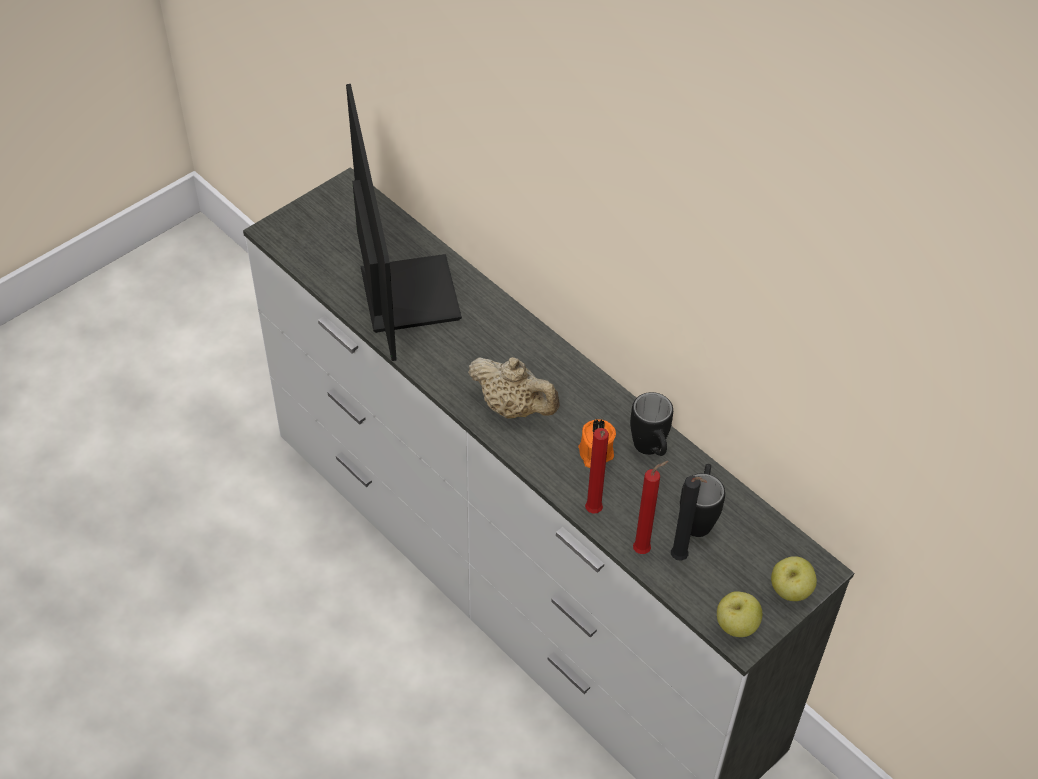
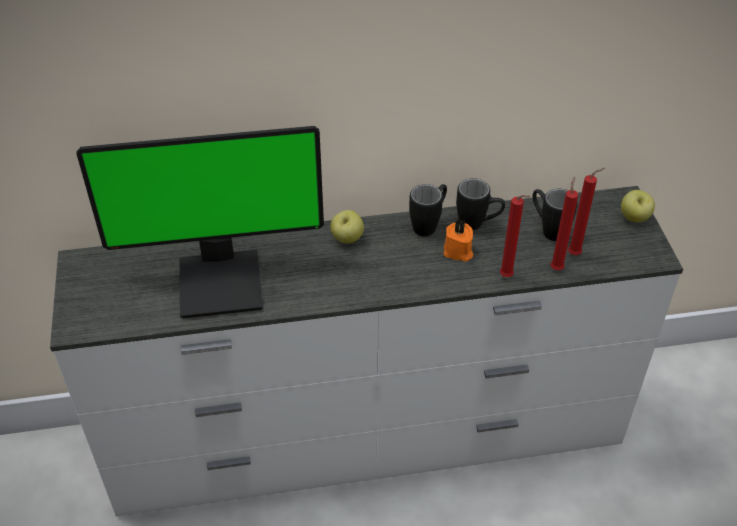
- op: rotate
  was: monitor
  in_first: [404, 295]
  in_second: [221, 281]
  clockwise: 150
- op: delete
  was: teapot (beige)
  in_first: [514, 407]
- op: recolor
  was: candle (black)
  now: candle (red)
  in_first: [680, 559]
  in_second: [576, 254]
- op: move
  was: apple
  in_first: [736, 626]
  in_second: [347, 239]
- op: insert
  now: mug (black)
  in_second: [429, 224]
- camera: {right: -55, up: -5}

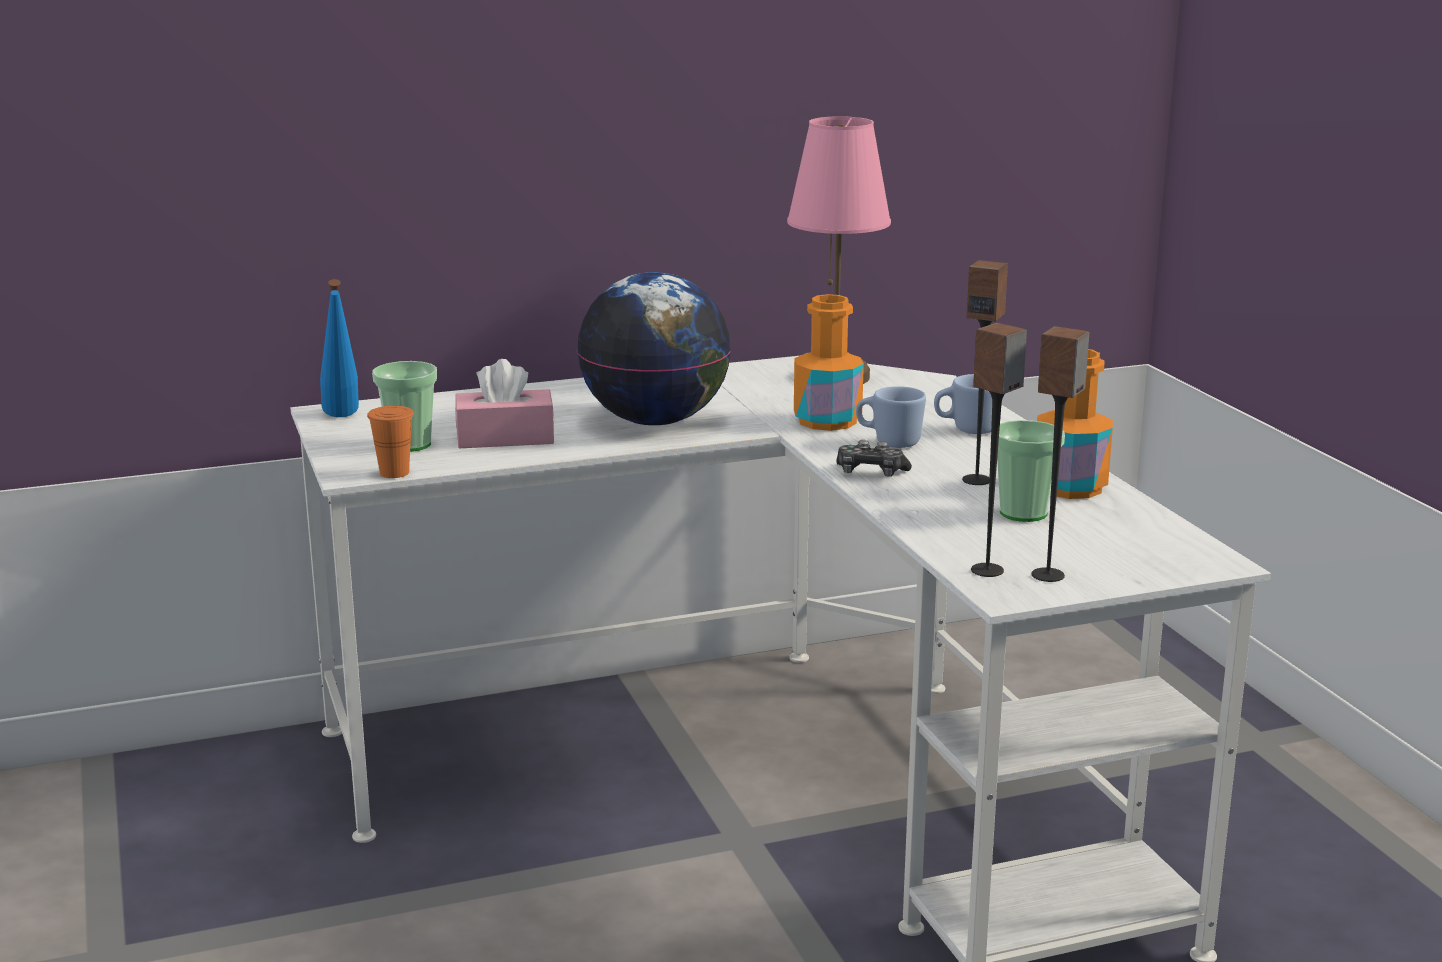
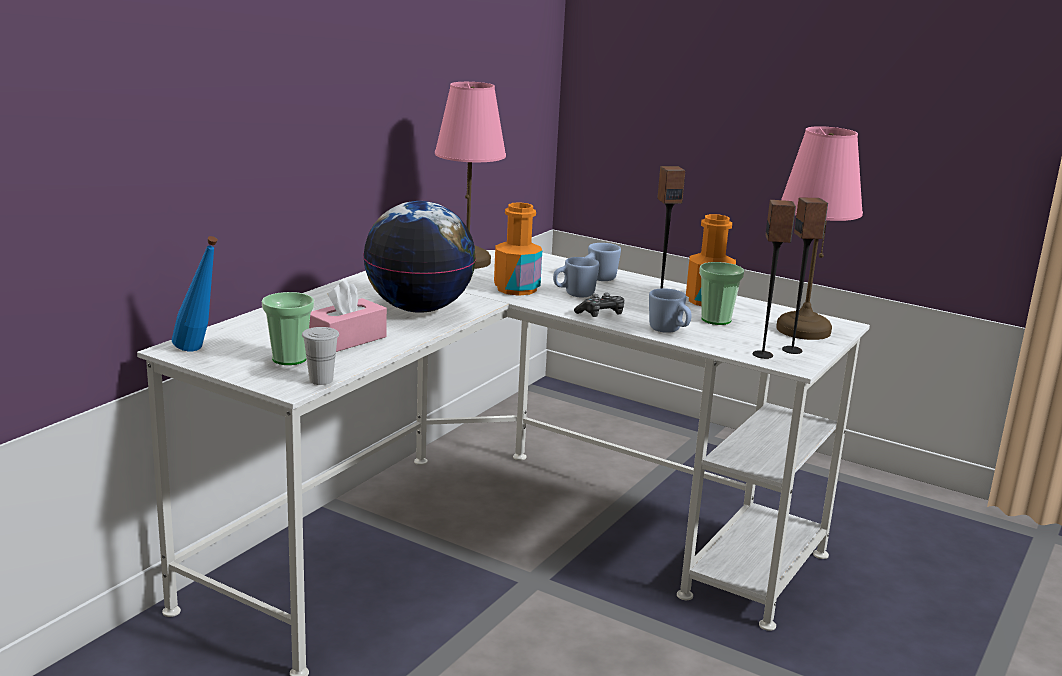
- op: recolor
  was: cup (orange)
  now: cup (white)
  in_first: [394, 473]
  in_second: [321, 380]
- op: insert
  now: table lamp (pink)
  in_second: [803, 330]
- op: insert
  now: mug (blue)
  in_second: [669, 331]
- camera: {right: -40, up: 0}

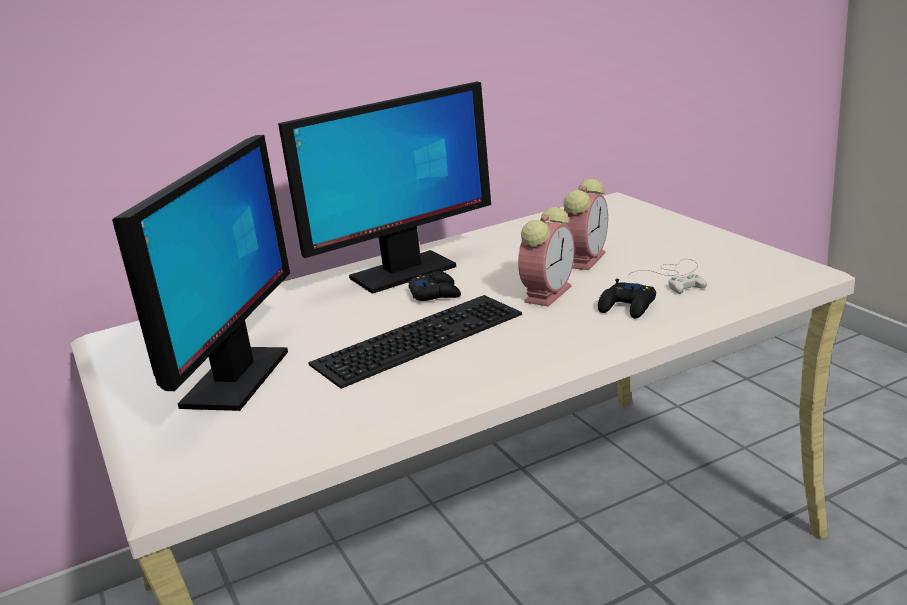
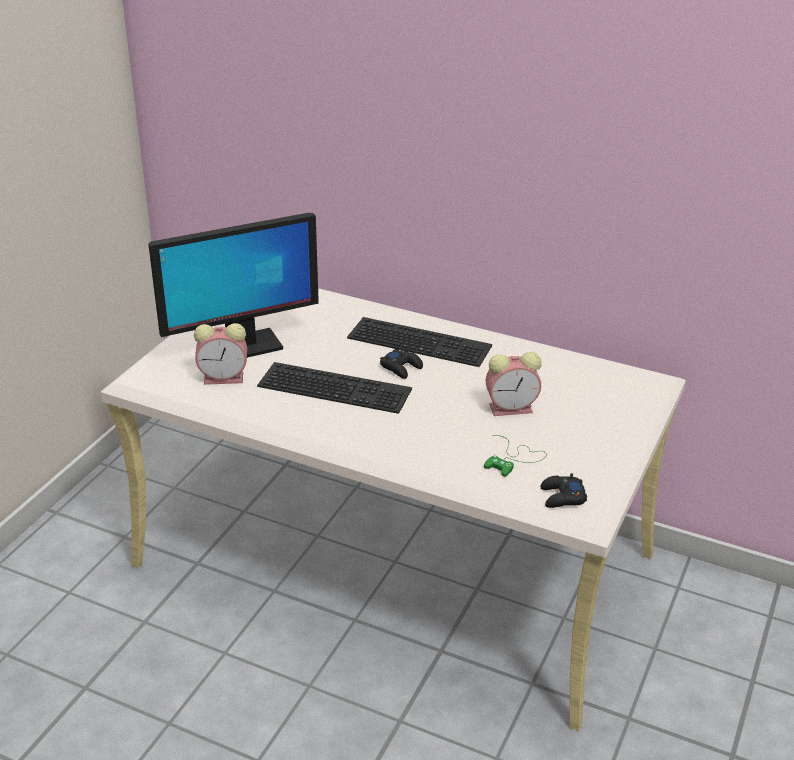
- op: replace
  was: monitor
  now: keyboard
  in_first: [402, 273]
  in_second: [421, 341]
- op: move
  was: alarm clock
  in_first: [548, 293]
  in_second: [225, 378]
- op: recolor
  was: game controller (white)
  now: game controller (green)
  in_first: [676, 277]
  in_second: [514, 459]
- op: move
  was: game controller (black)
  in_first: [628, 307]
  in_second: [562, 497]
- camera: {right: 50, up: 10}

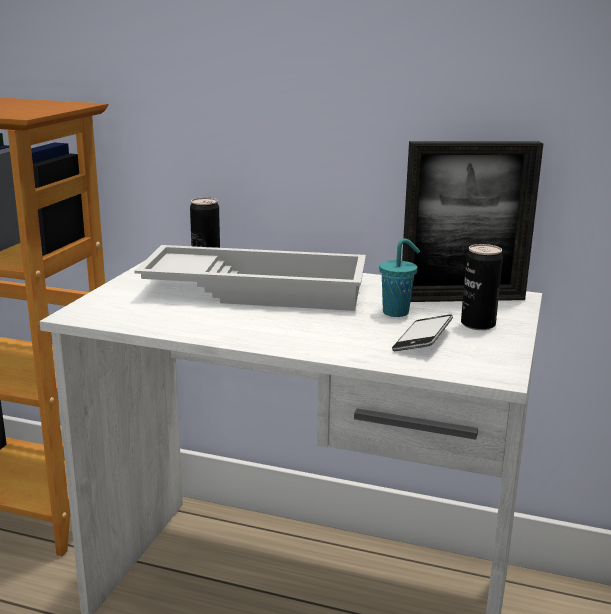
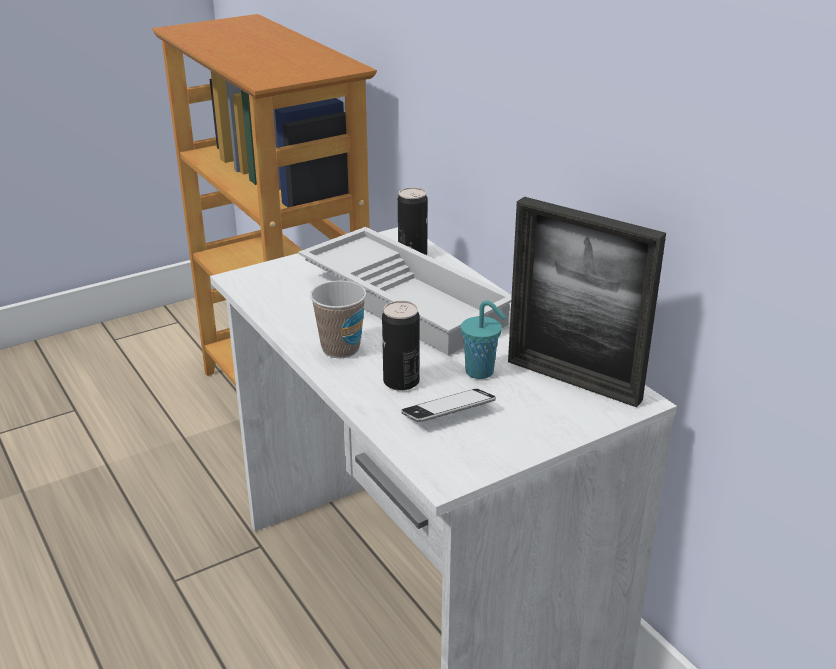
- op: move
  was: can
  in_first: [478, 324]
  in_second: [401, 382]
- op: insert
  now: cup
  in_second: [340, 349]
- camera: {right: 40, up: 10}

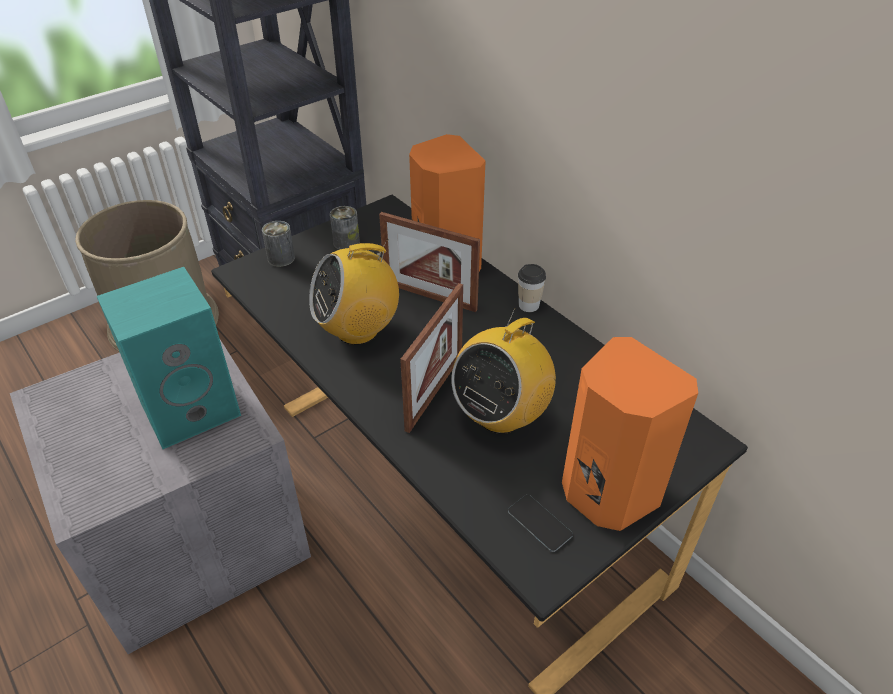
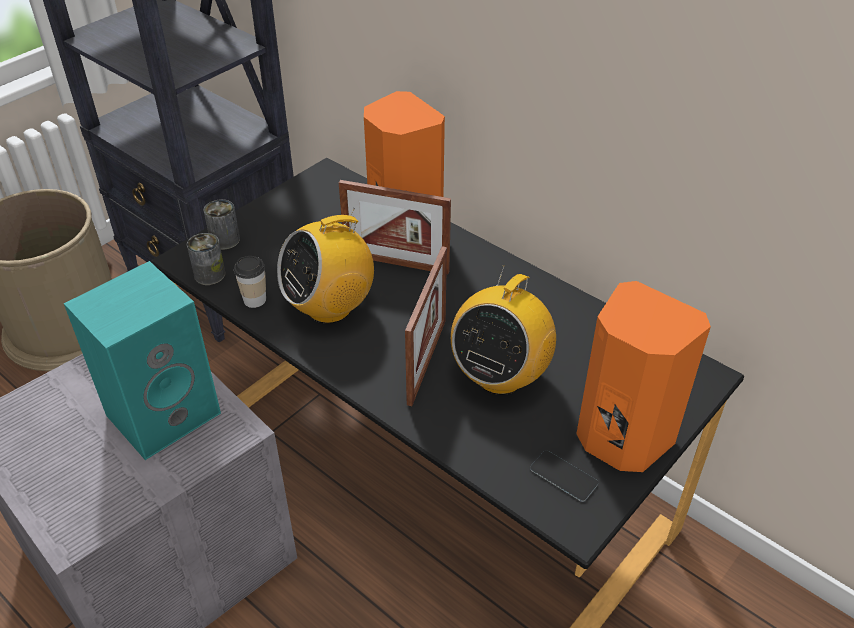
- op: move
  was: can
  in_first: [346, 243]
  in_second: [209, 275]
- op: move
  was: cup
  in_first: [529, 305]
  in_second: [255, 300]
- camera: {right: -10, up: 0}

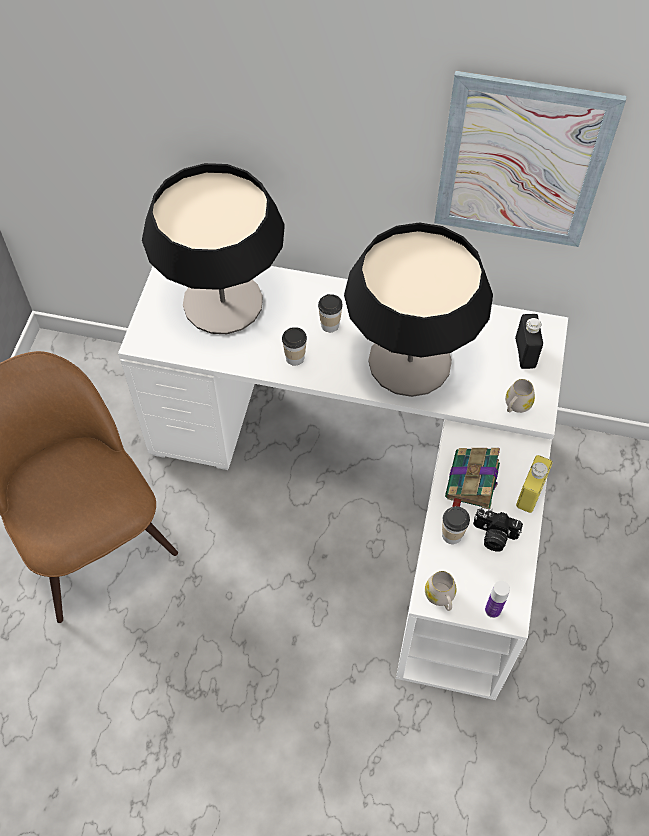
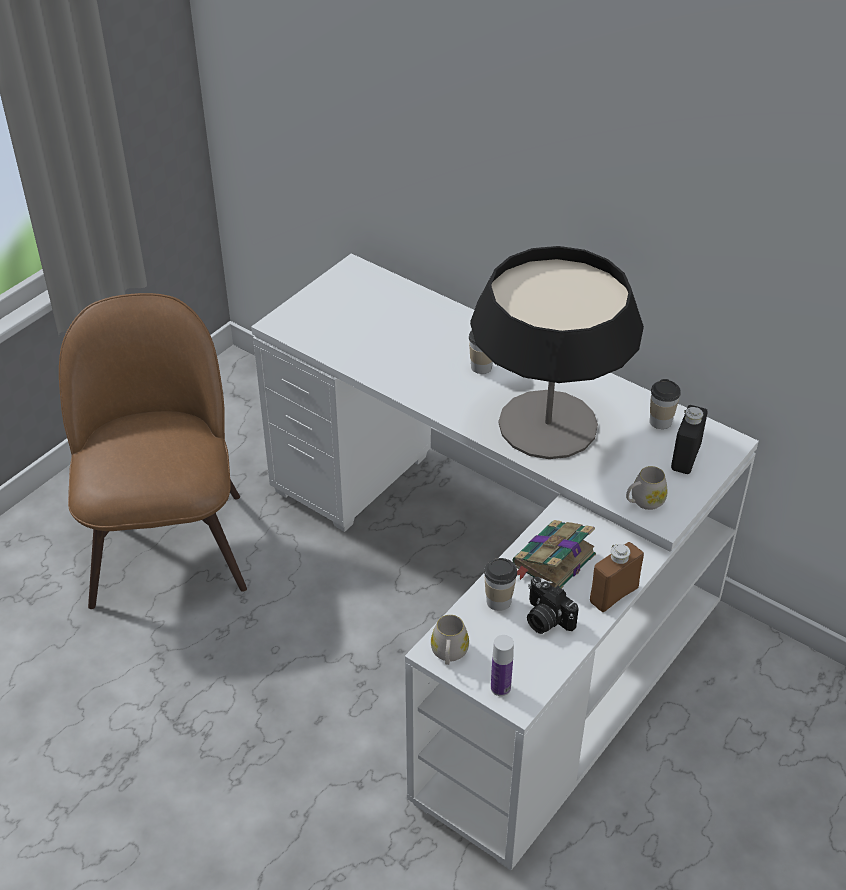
- op: delete
  was: picture
  in_first: [521, 163]
- op: delete
  was: table lamp
  in_first: [223, 302]
- op: move
  was: cup
  in_first: [295, 358]
  in_second: [660, 421]
- op: recolor
  was: bottle (yellow)
  now: bottle (brown)
  in_first: [530, 494]
  in_second: [613, 594]
- camera: {right: 25, up: -15}

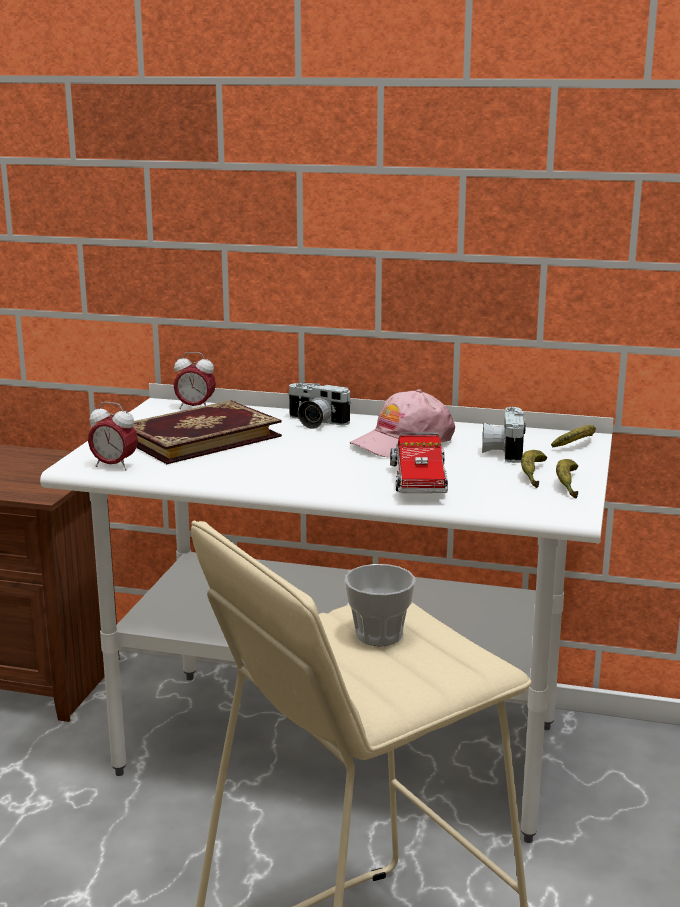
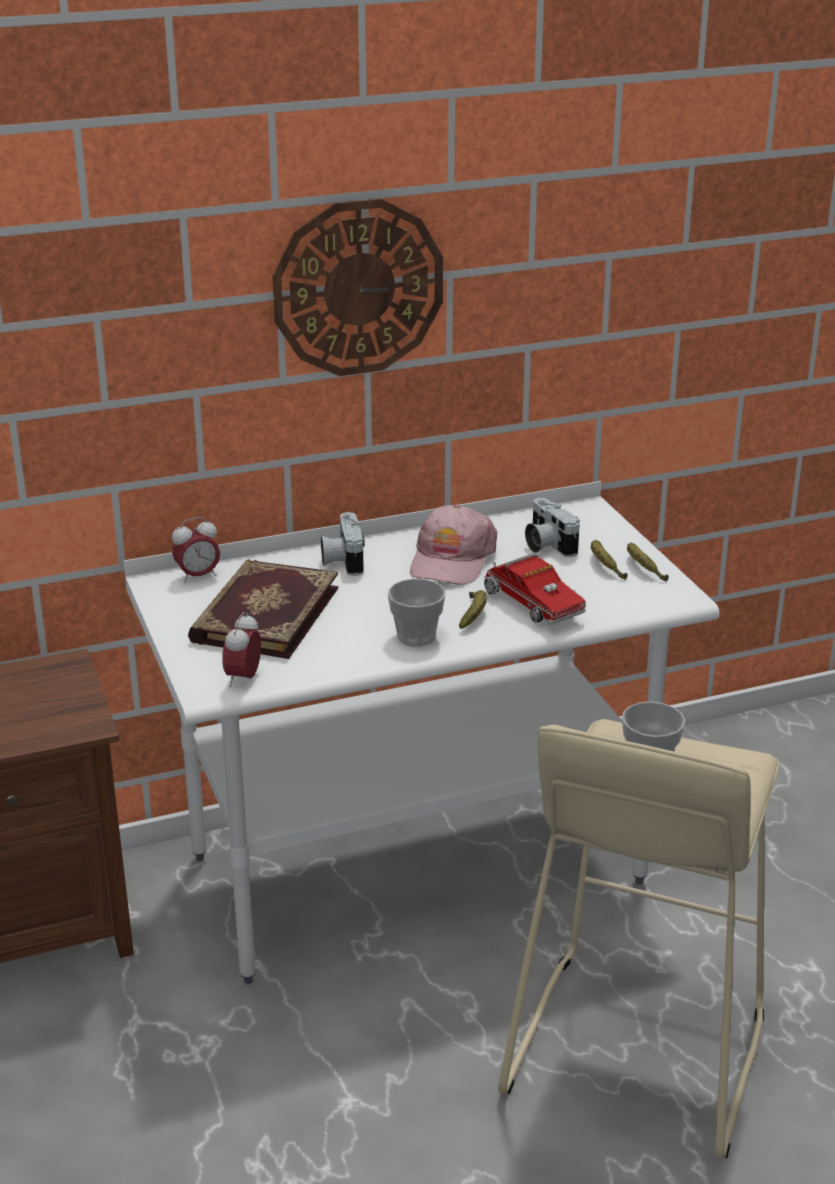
- op: rotate
  was: photo camera
  in_first: [315, 422]
  in_second: [342, 560]
  clockwise: 90
- op: rotate
  was: alarm clock
  in_first: [114, 466]
  in_second: [243, 678]
  clockwise: 120
- op: move
  was: banana
  in_first: [577, 445]
  in_second: [473, 615]
- op: insert
  now: wall clock
  in_second: [358, 288]
- op: insert
  now: cup
  in_second: [416, 636]
- camera: {right: -35, up: 10}

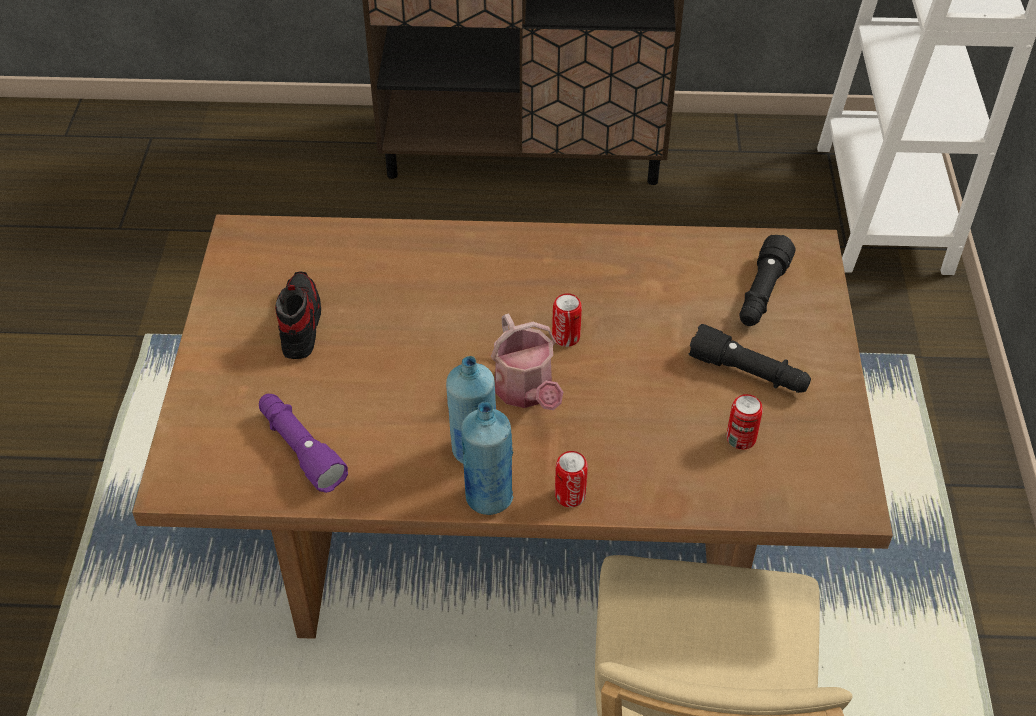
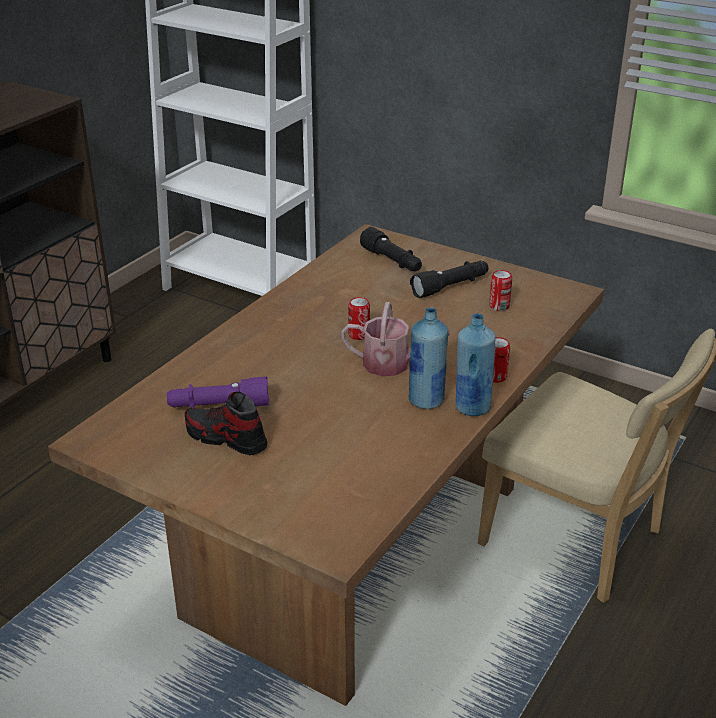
- op: move
  was: flashlight (purple)
  in_first: [300, 449]
  in_second: [219, 406]
- camera: {right: -60, up: -15}

